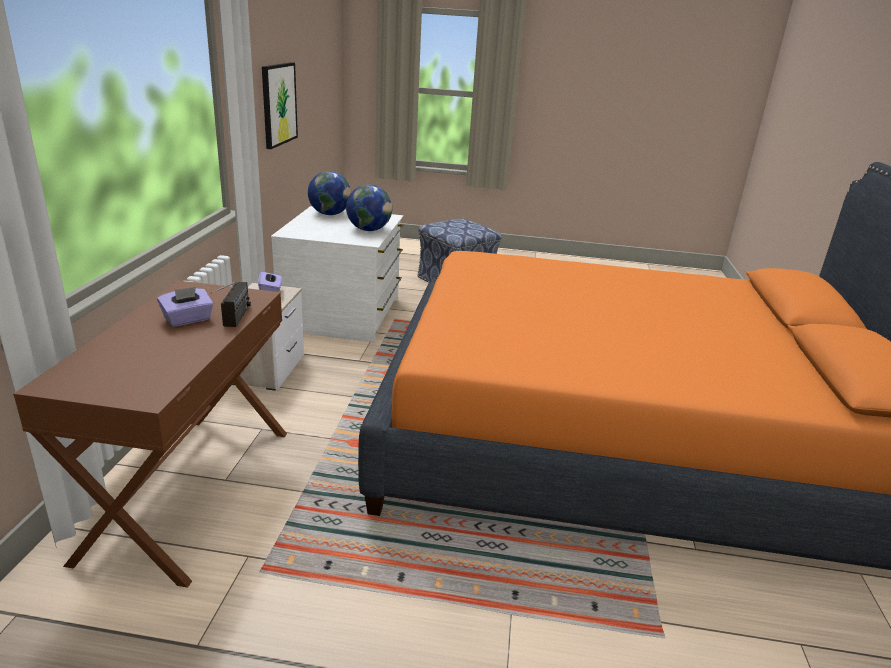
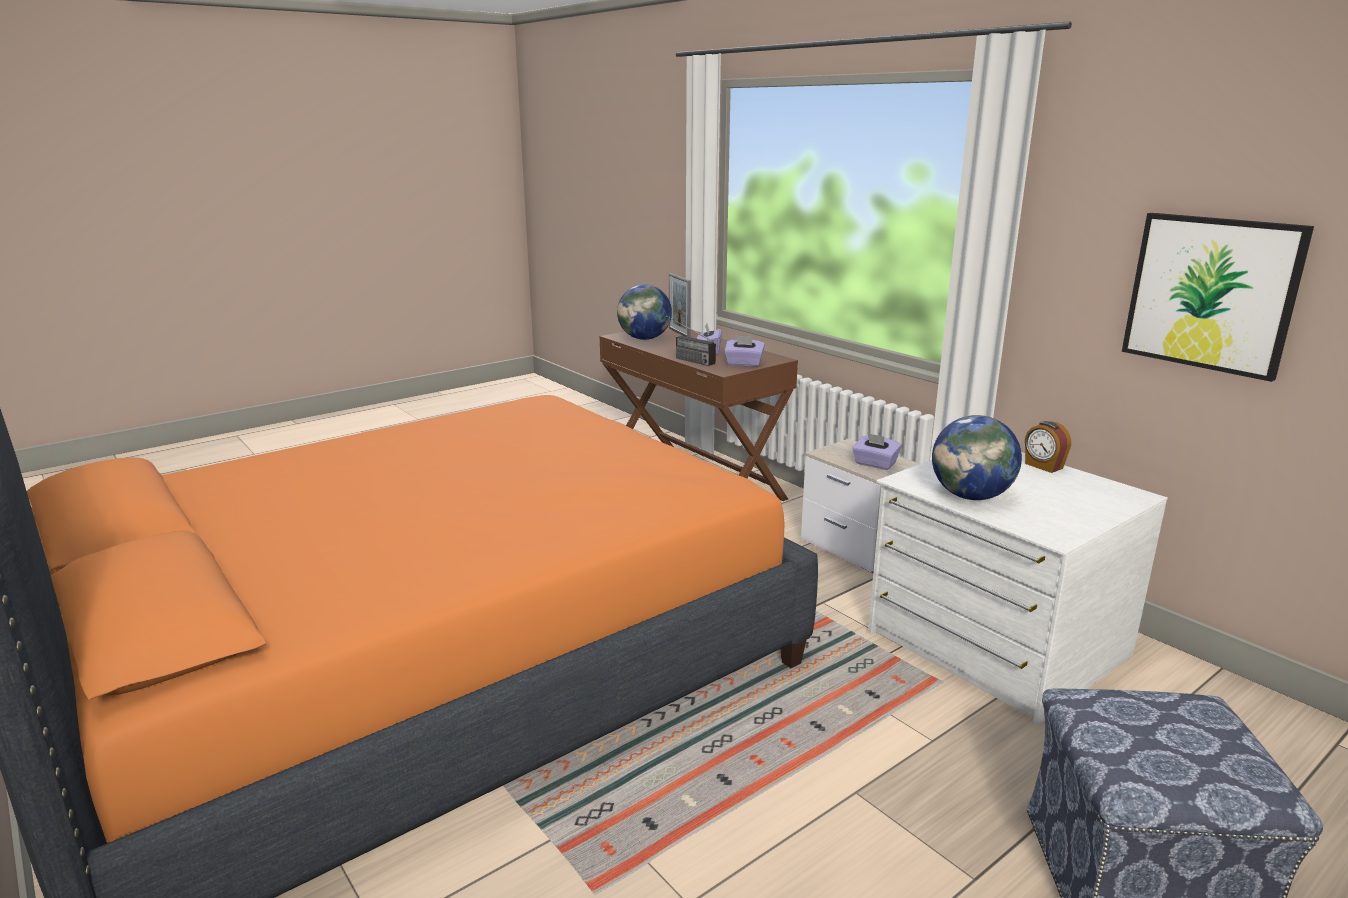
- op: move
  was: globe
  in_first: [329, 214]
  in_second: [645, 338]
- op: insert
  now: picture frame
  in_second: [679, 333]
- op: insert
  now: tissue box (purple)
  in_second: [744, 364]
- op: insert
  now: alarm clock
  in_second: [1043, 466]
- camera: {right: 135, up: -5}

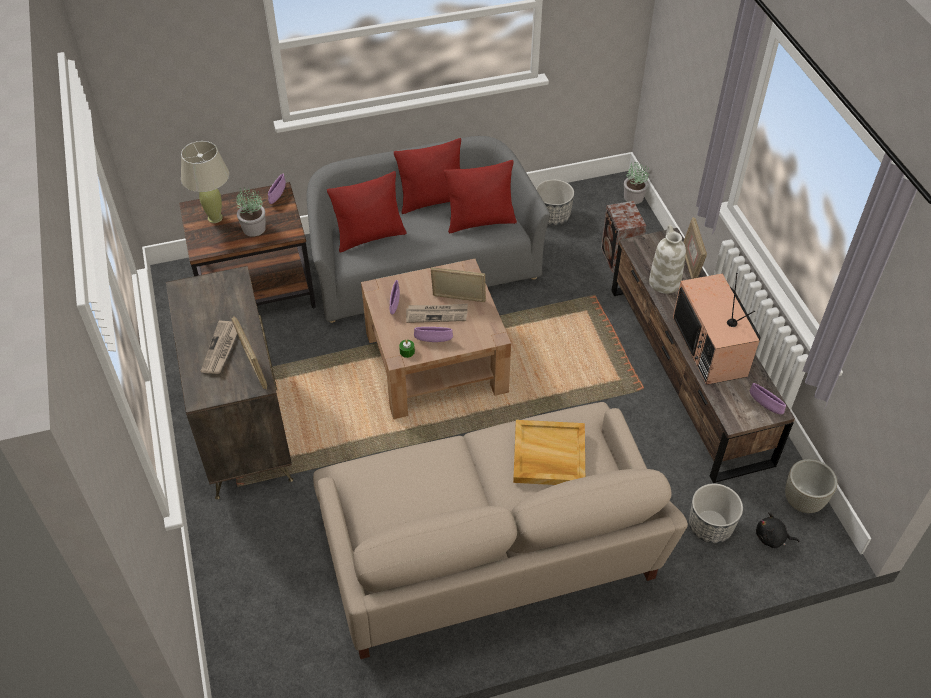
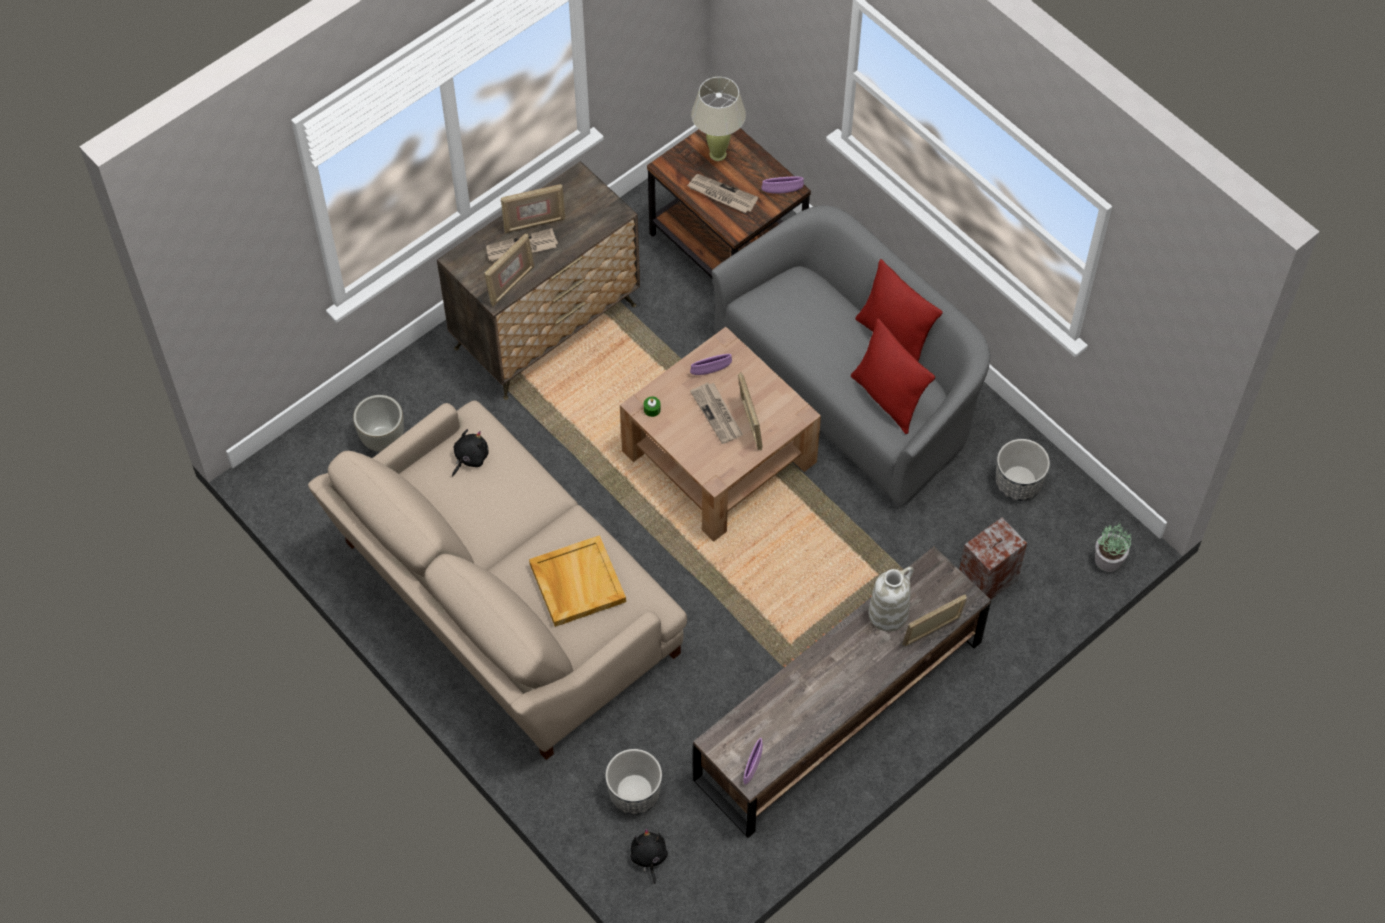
- op: delete
  was: pillow (red)
  in_first: [370, 237]
- op: replace
  was: potted plant
  now: newspaper
  in_first: [254, 229]
  in_second: [721, 195]
- op: delete
  was: television
  in_first: [711, 347]
- op: delete
  was: bowl (purple)
  in_first: [433, 340]
- op: move
  was: planter (grey)
  in_first: [802, 501]
  in_second: [382, 438]
- op: insert
  now: picture frame
  in_second: [534, 223]
- op: insert
  now: plush toy (black)
  in_second: [470, 458]
- camera: {right: 65, up: 10}

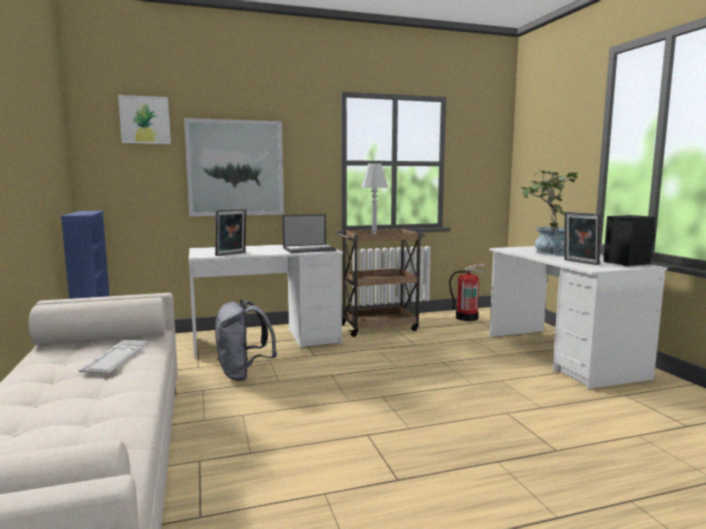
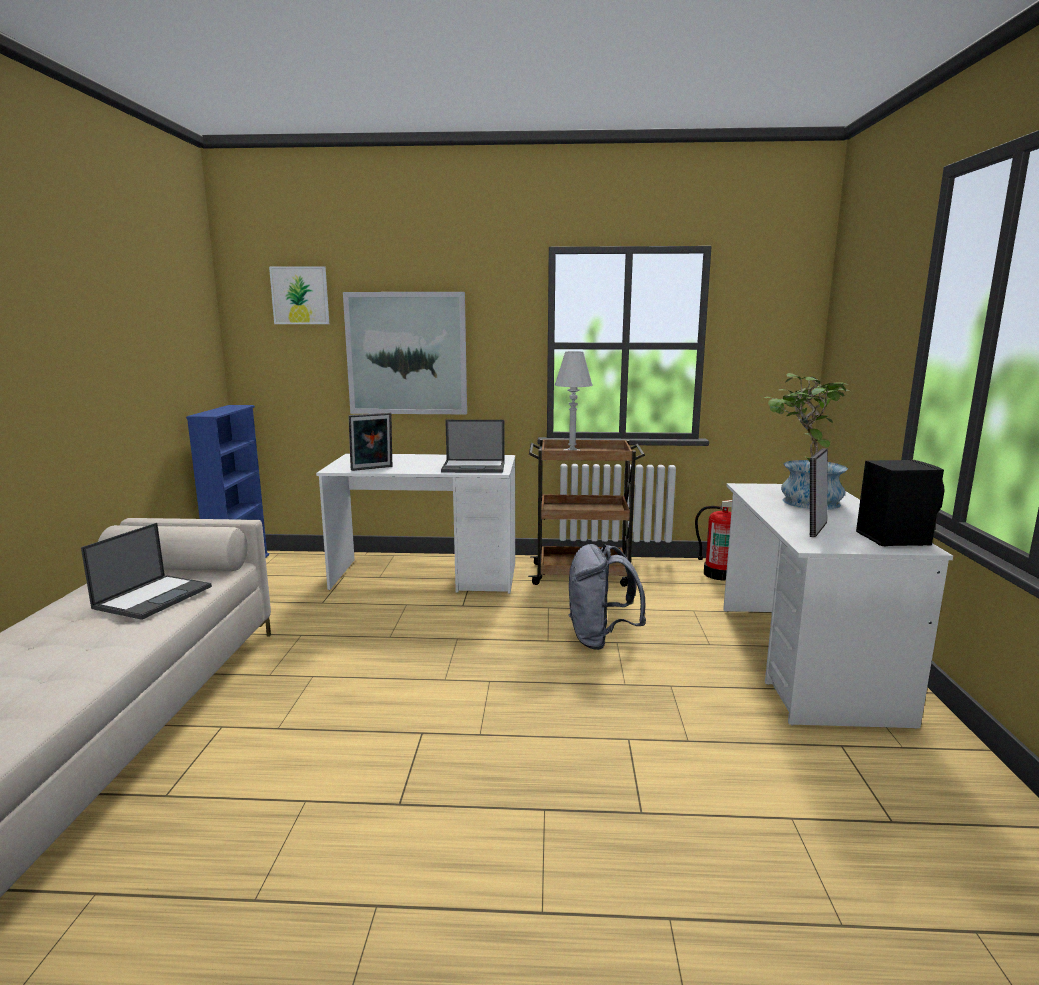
- op: rotate
  was: picture frame
  in_first: [579, 262]
  in_second: [814, 529]
  clockwise: 45
- op: move
  was: backpack (grey)
  in_first: [243, 374]
  in_second: [600, 639]
- op: replace
  was: keyboard
  now: laptop
  in_first: [117, 356]
  in_second: [154, 597]
- camera: {right: 20, up: 5}

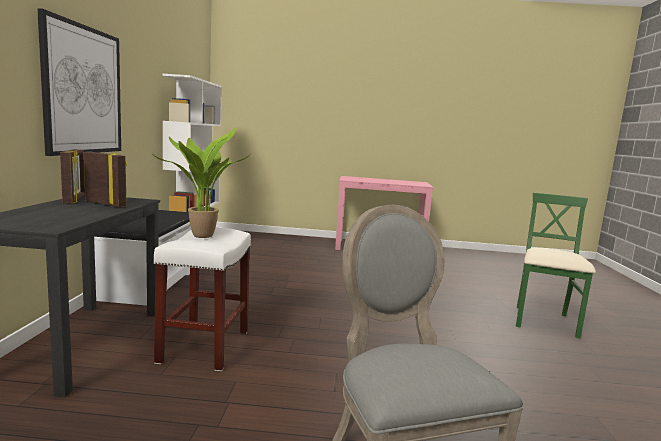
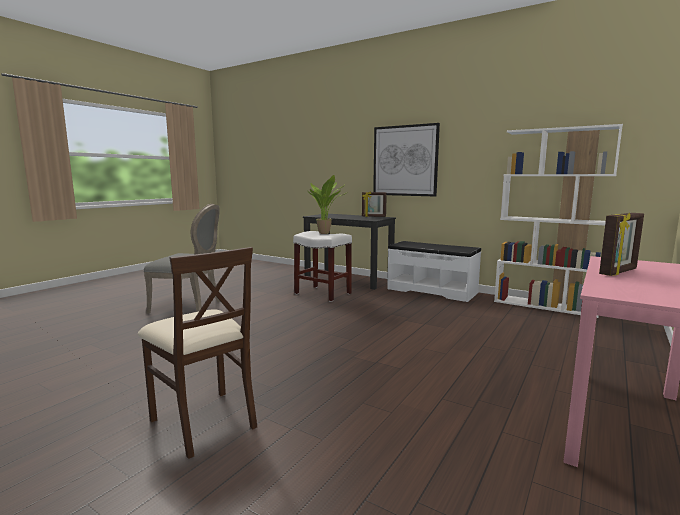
- op: move
  was: picture frame
  in_first: [106, 204]
  in_second: [619, 272]
- op: recolor
  was: chair (green)
  now: chair (beige)
  in_first: [544, 321]
  in_second: [204, 421]
- camera: {right: 120, up: 0}

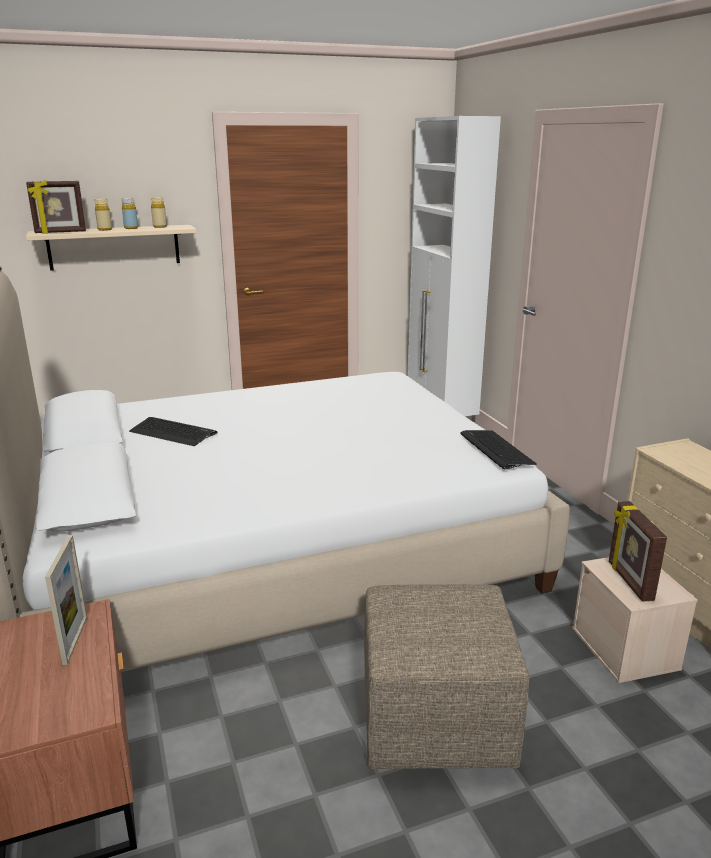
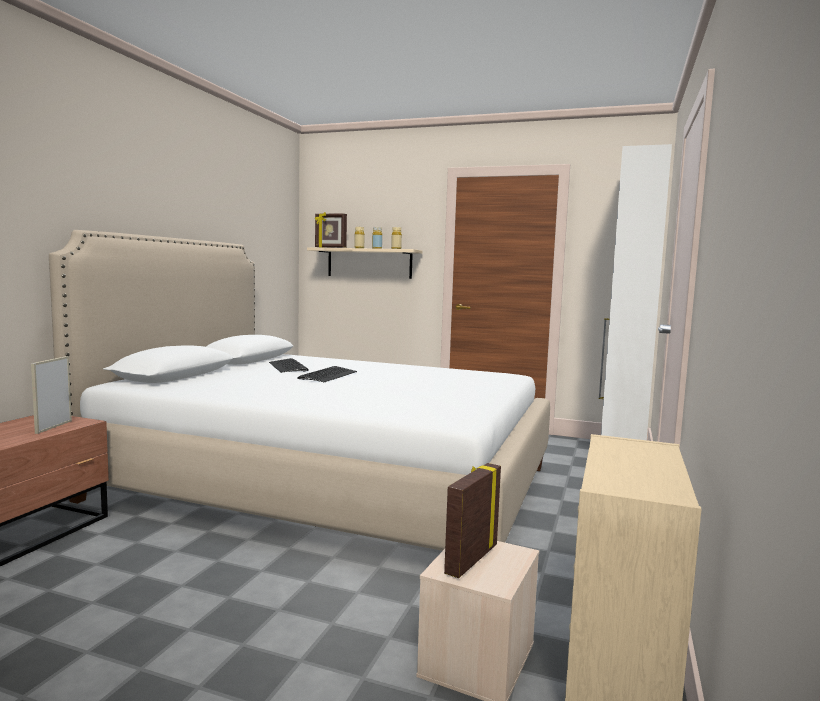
- op: move
  was: keyboard
  in_first: [496, 450]
  in_second: [328, 375]
- op: rotate
  was: picture frame
  in_first: [75, 640]
  in_second: [54, 427]
  clockwise: 150
- op: delete
  was: ottoman (beige)
  in_first: [433, 721]
- camera: {right: 40, up: -15}

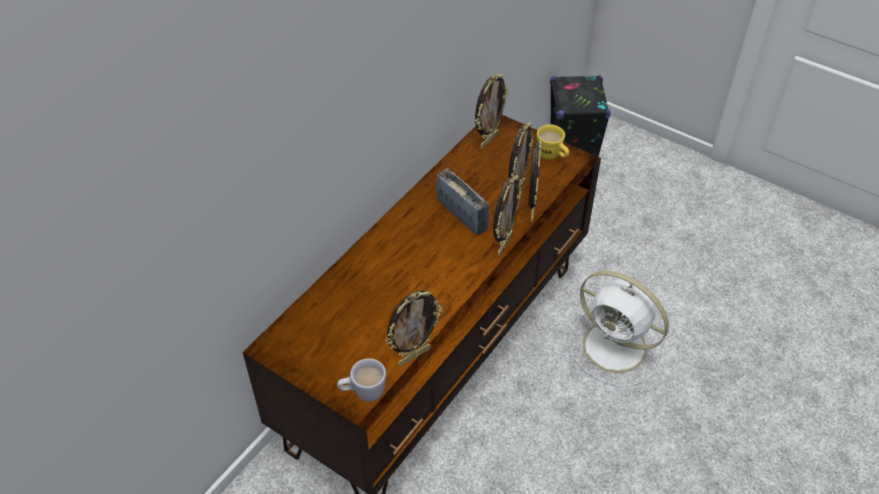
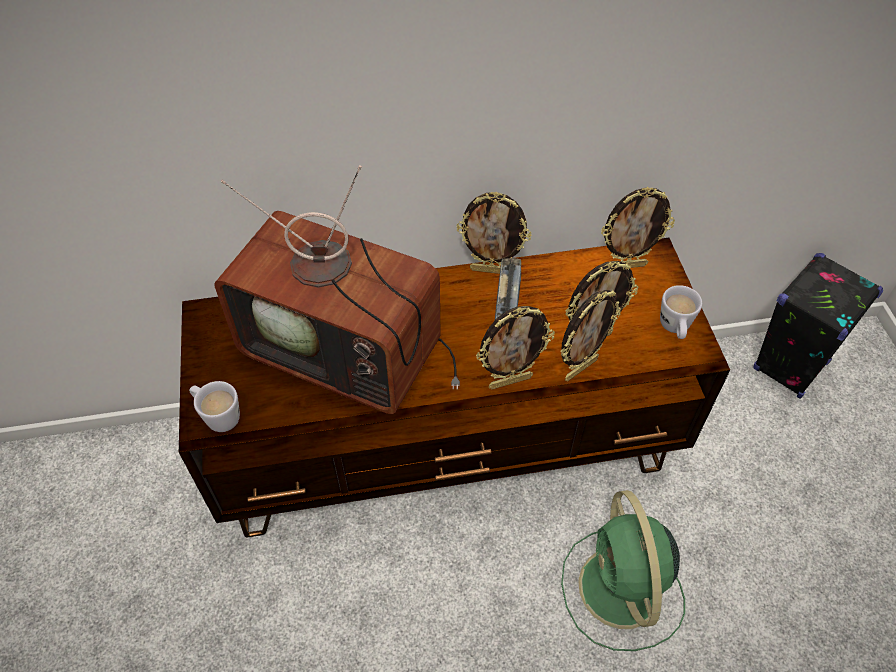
- op: recolor
  was: mug (yellow)
  now: mug (white)
  in_first: [552, 156]
  in_second: [675, 329]
- op: recolor
  was: fan (white)
  now: fan (green)
  in_first: [617, 348]
  in_second: [621, 591]
- op: move
  was: picture frame
  in_first: [414, 355]
  in_second: [491, 270]
- op: insert
  now: television
  in_second: [350, 351]
- camera: {right: 45, up: 5}

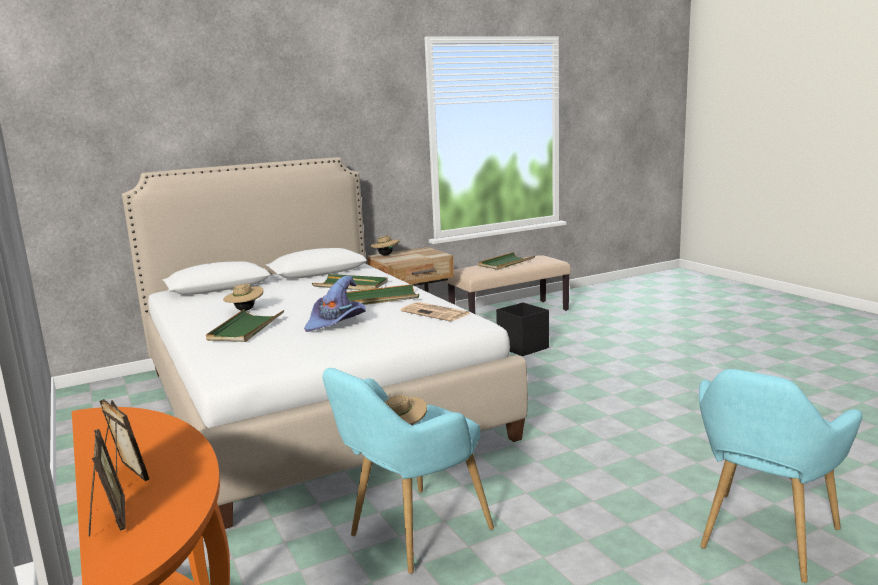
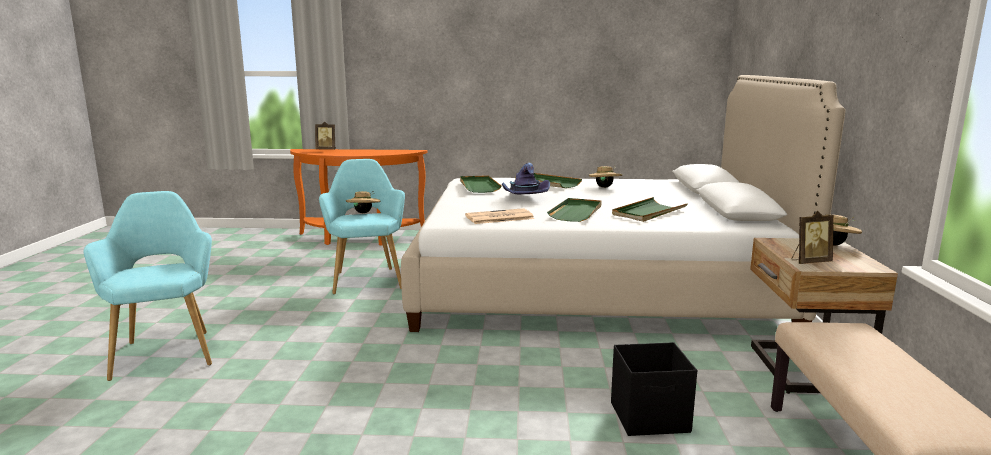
- op: move
  was: tray (green)
  in_first: [506, 263]
  in_second: [478, 186]
- op: move
  was: picture frame
  in_first: [123, 478]
  in_second: [809, 262]
- camera: {right: 120, up: 0}

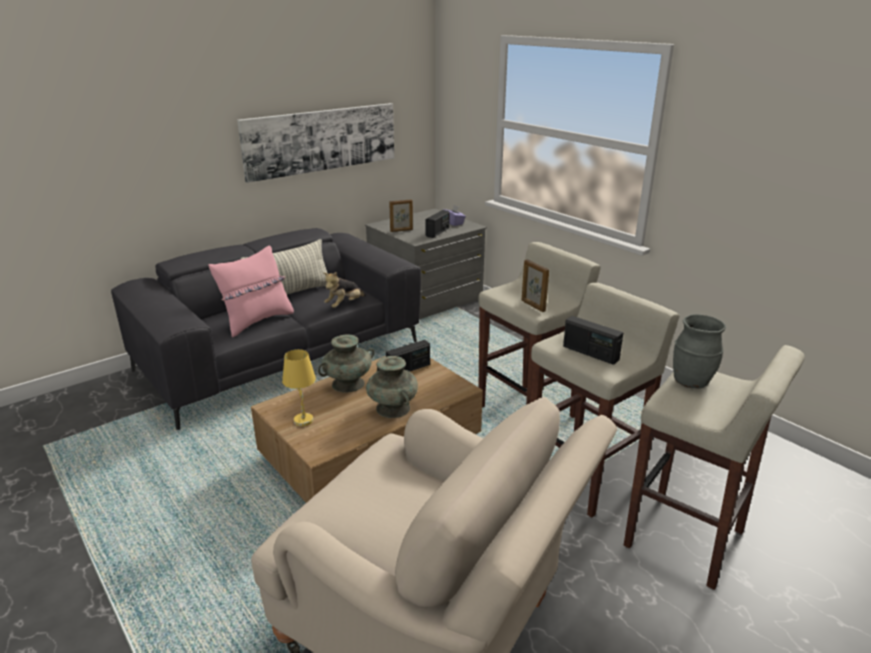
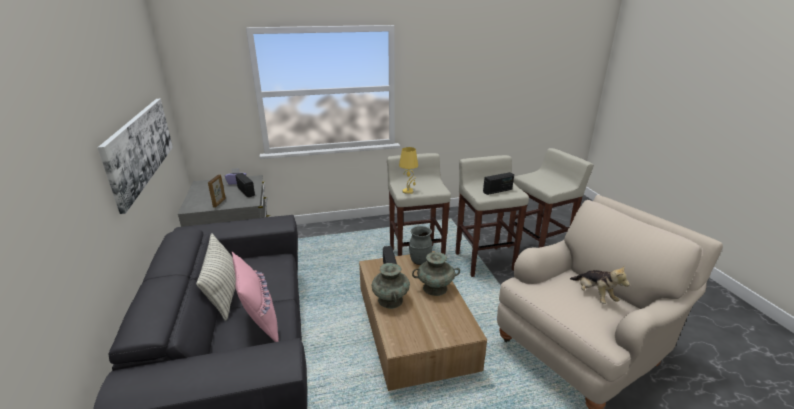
- op: delete
  was: picture frame
  in_first: [532, 306]
- op: move
  was: plush toy
  in_first: [345, 305]
  in_second: [594, 295]
- op: move
  was: vase (grey)
  in_first: [691, 381]
  in_second: [420, 261]
- op: move
  was: table lamp (yellow)
  in_first: [304, 420]
  in_second: [408, 191]
- camera: {right: -65, up: 0}

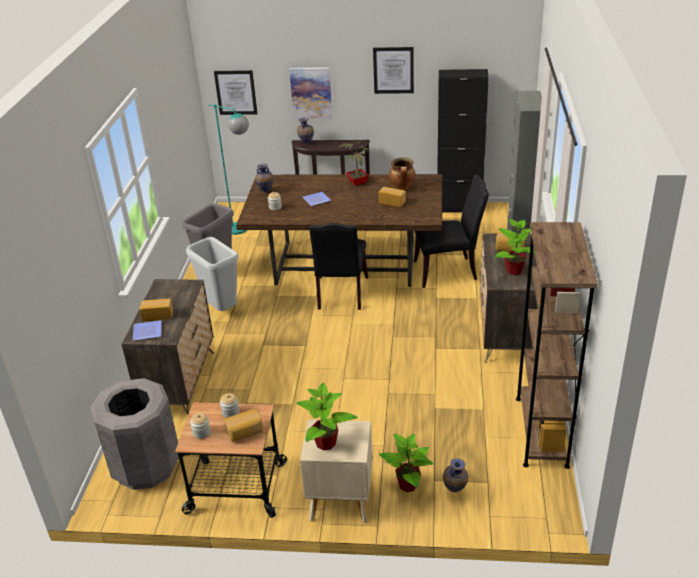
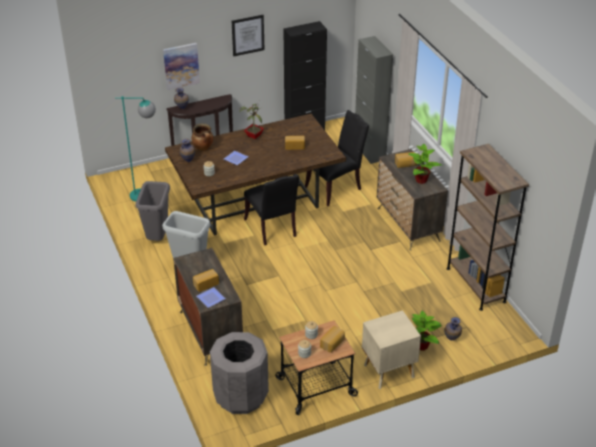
- op: delete
  was: picture
  in_first: [236, 92]
- op: move
  was: cooking pot
  in_first: [402, 188]
  in_second: [203, 148]
- op: delete
  was: potted plant
  in_first: [326, 443]
- camera: {right: -30, up: 5}

